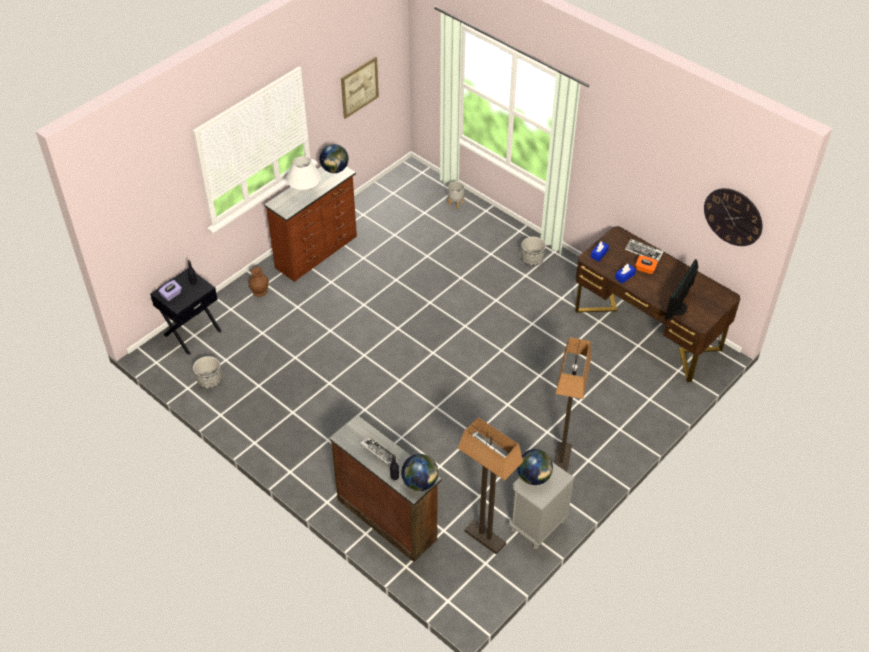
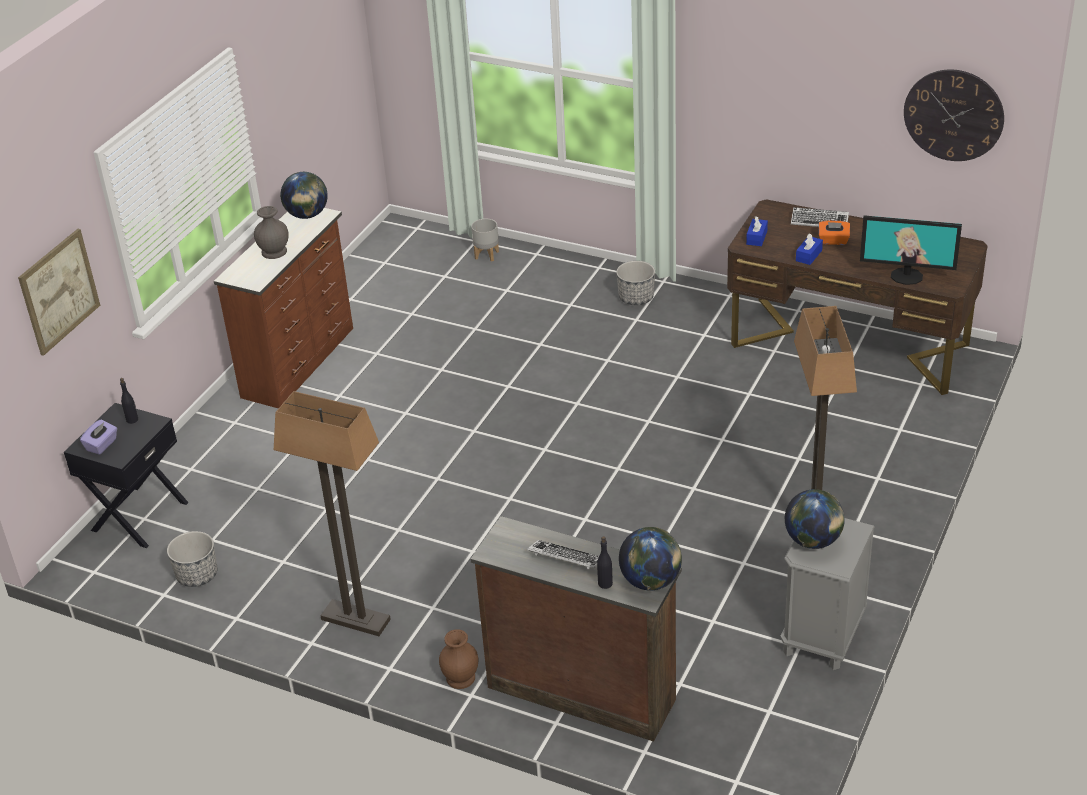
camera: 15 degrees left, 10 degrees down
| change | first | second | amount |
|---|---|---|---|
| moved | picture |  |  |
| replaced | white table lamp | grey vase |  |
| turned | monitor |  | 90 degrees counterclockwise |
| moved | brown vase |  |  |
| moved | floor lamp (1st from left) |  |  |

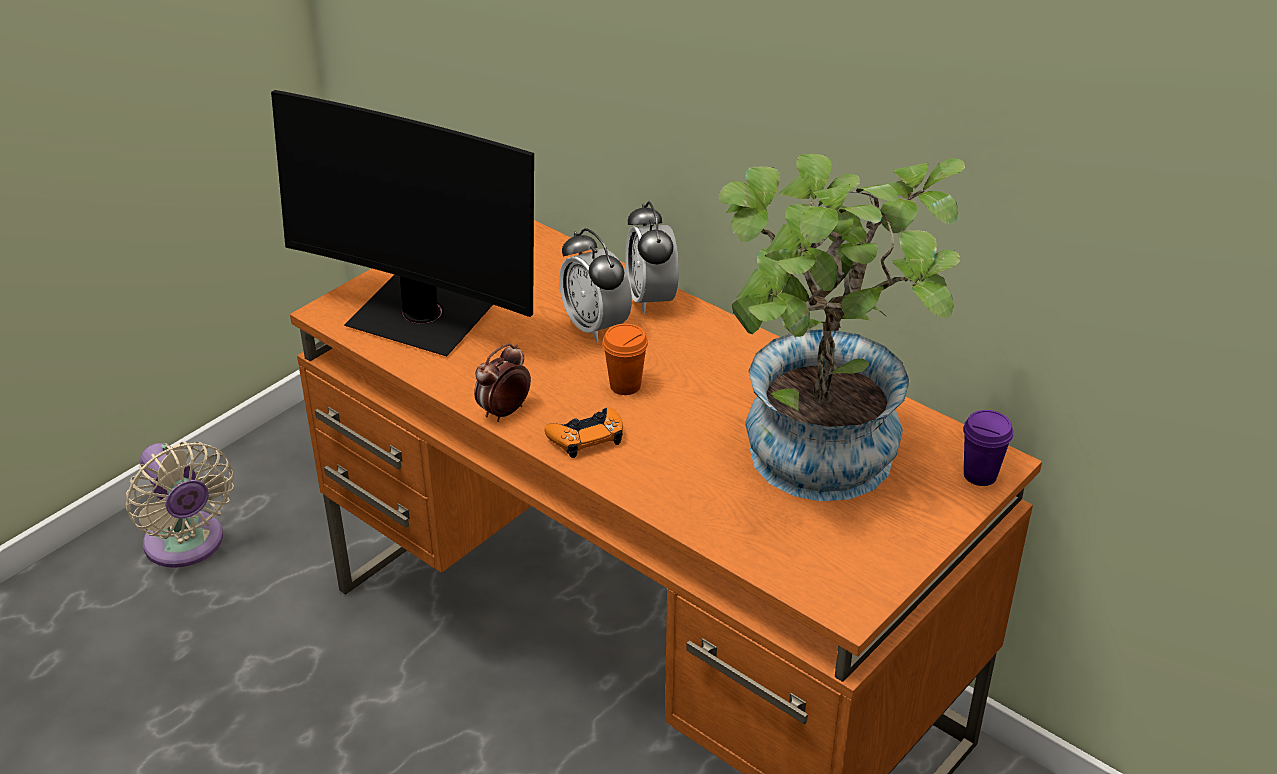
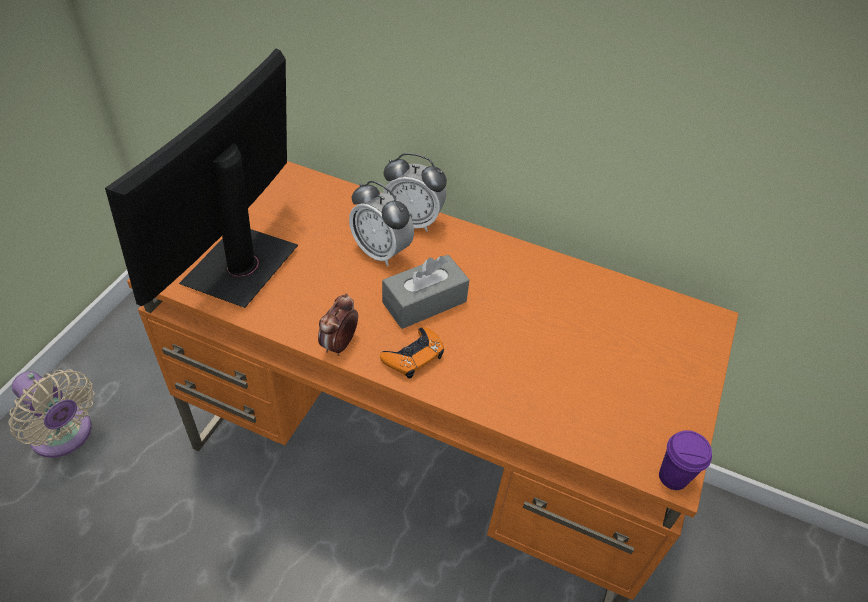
camera: 20 degrees left, 10 degrees up
| change | first | second | amount |
|---|---|---|---|
| turned | monitor |  | 105 degrees clockwise |
| removed | potted plant |  |  |
| turned | alarm clock (3rd from left) |  | 45 degrees counterclockwise |
| replaced | orange cup | grey tissue box |  |
| moved | purple cup |  |  |

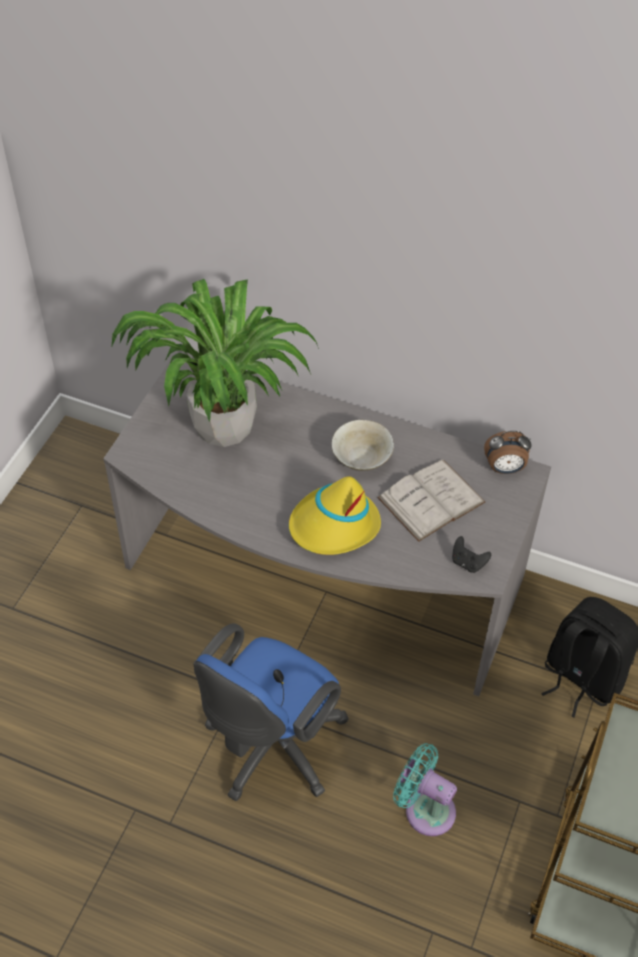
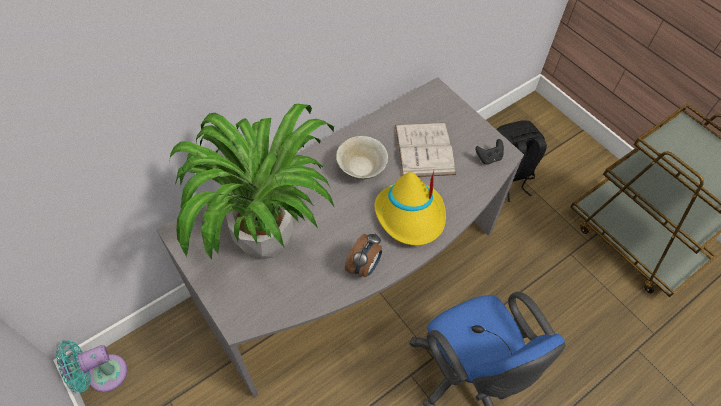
camera: 60 degrees left, 5 degrees up
| change | first | second | amount |
|---|---|---|---|
| moved | alarm clock |  |  |
| moved | turquoise fan |  |  |

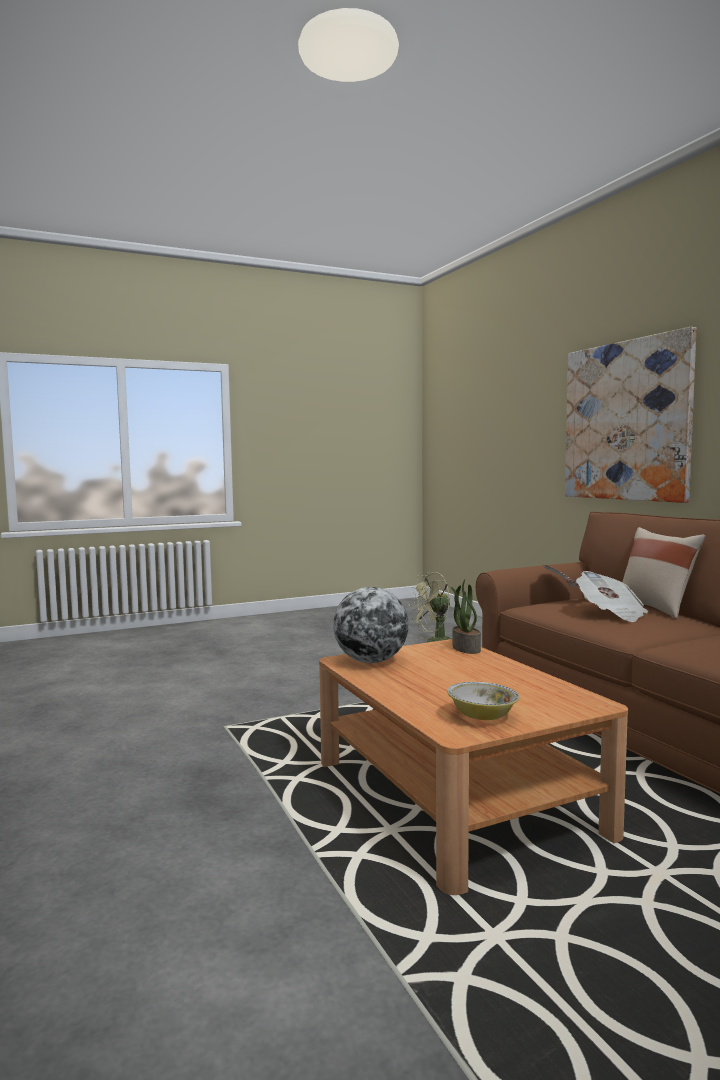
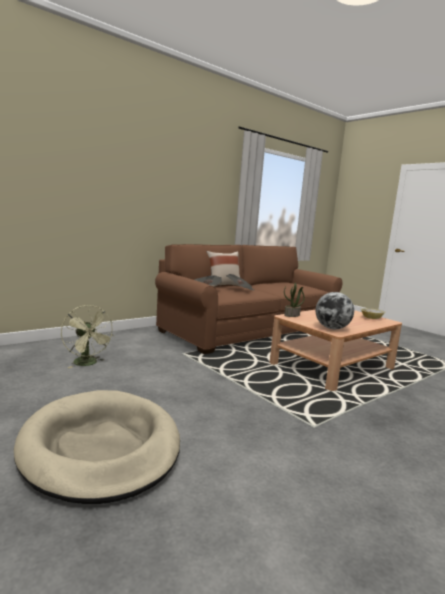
camera: 105 degrees left, 5 degrees up
| change | first | second | amount |
|---|---|---|---|
| removed | picture |  |  |
| added |  | beige dog bed |  |

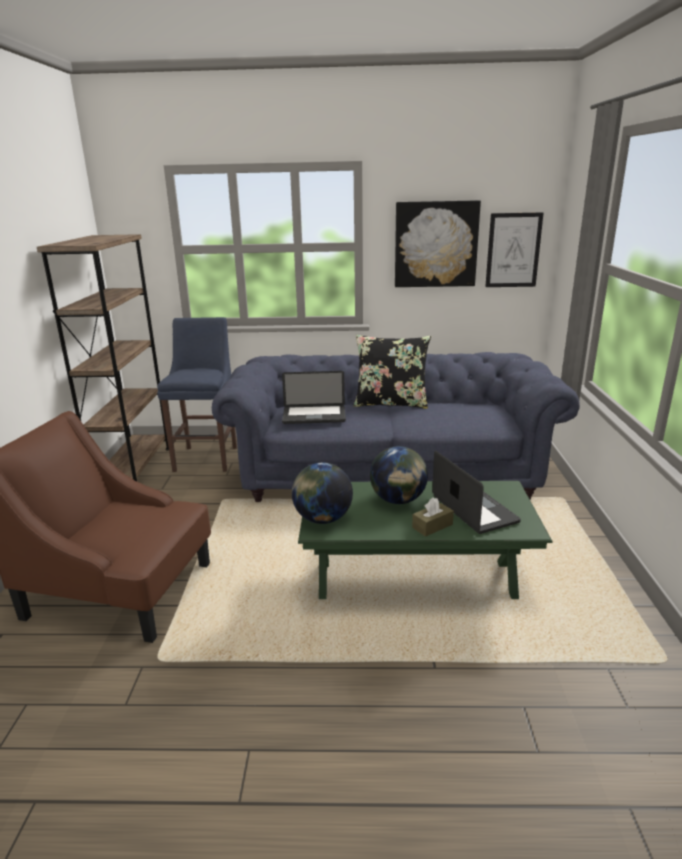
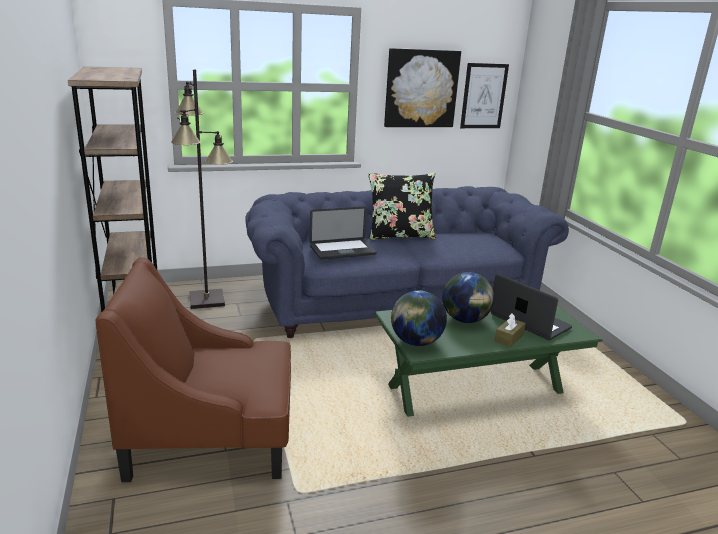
camera: 20 degrees left, 0 degrees up
| change | first | second | amount |
|---|---|---|---|
| replaced | blue stool | black floor lamp |  |

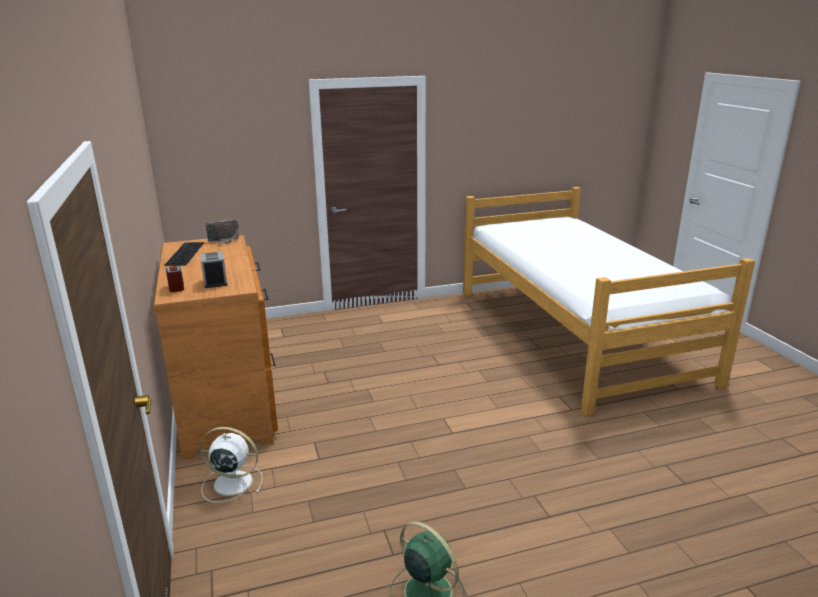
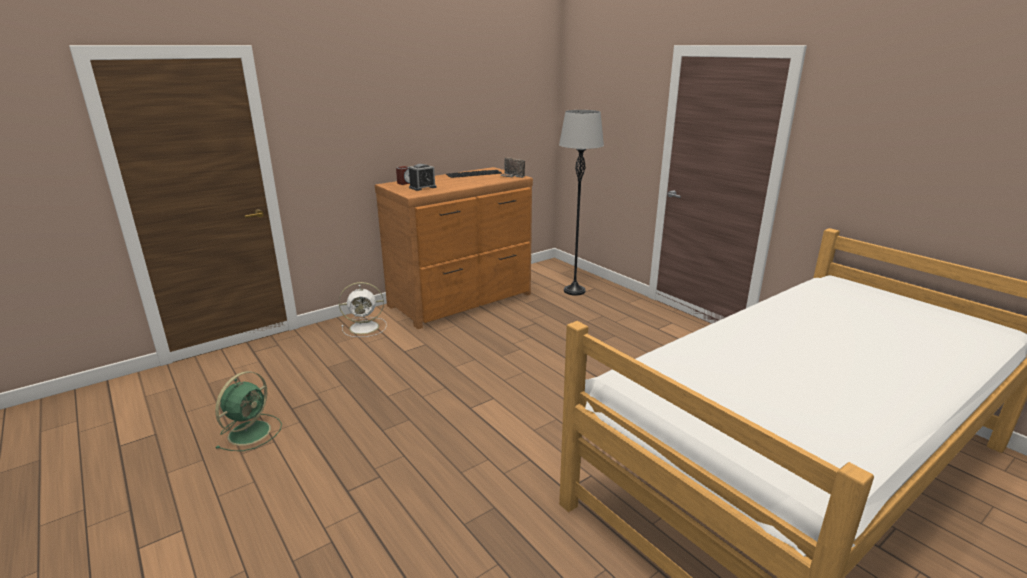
camera: 70 degrees right, 0 degrees up
| change | first | second | amount |
|---|---|---|---|
| turned | white fan |  | 90 degrees clockwise |
| added |  | grey floor lamp |  |

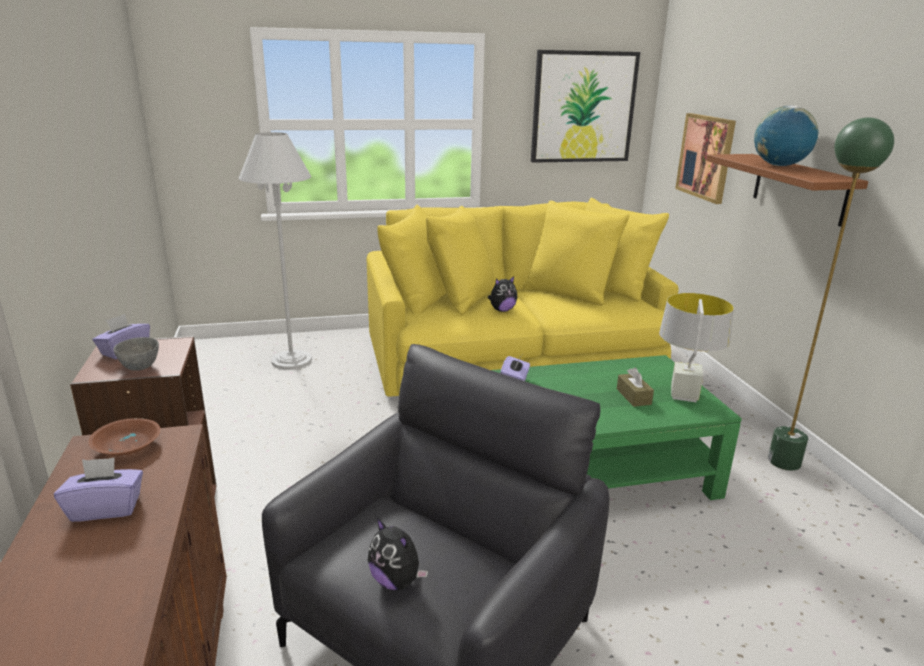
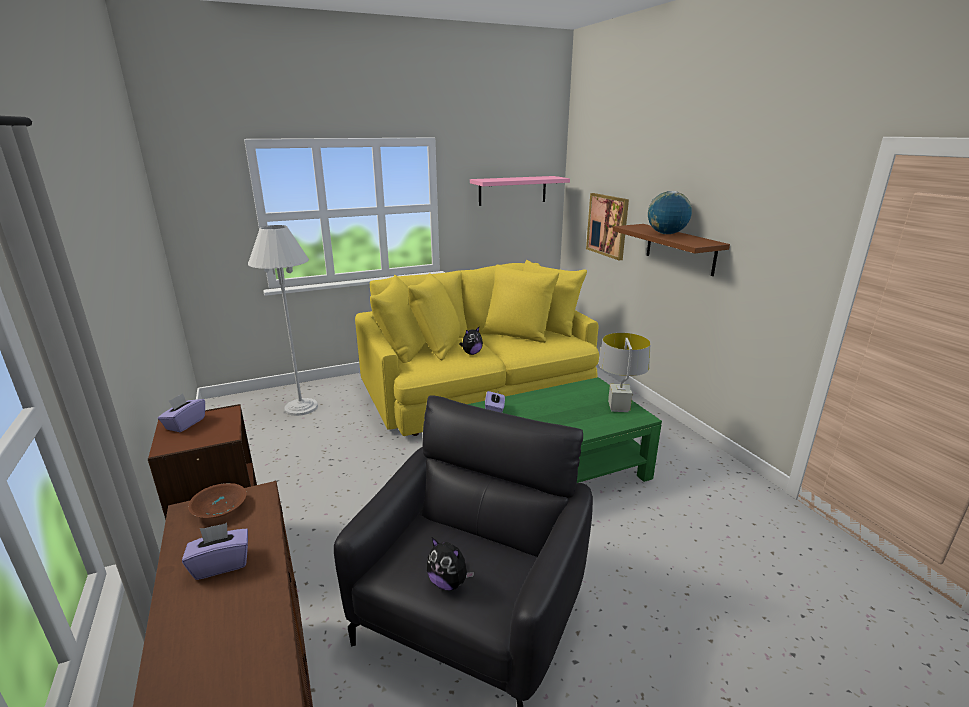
camera: 10 degrees left, 0 degrees up
| change | first | second | amount |
|---|---|---|---|
| replaced | picture (1st from left) | pink shelf |  |
| removed | green floor lamp |  |  |
| removed | grey bowl |  |  |
| removed | brown tissue box |  |  |

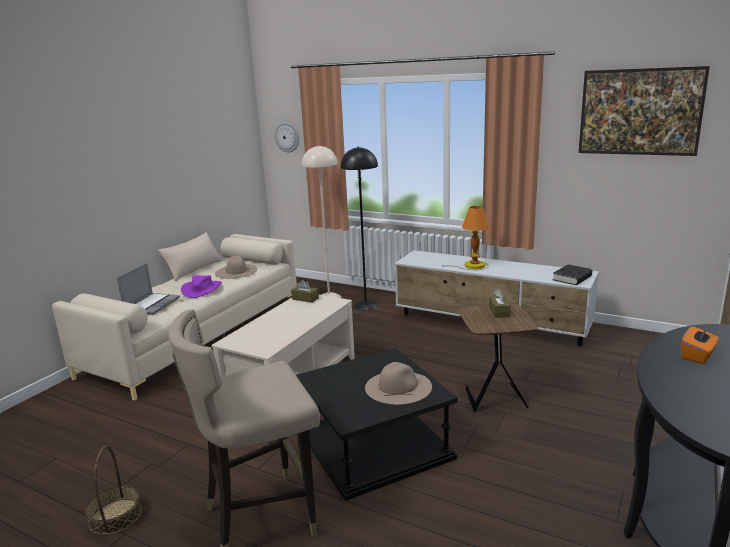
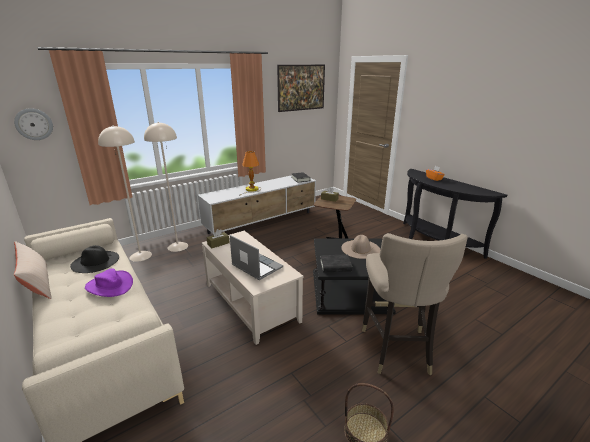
camera: 65 degrees left, 5 degrees up
| change | first | second | amount |
|---|---|---|---|
| recoloured | black floor lamp | beige floor lamp (2nd from left) |  |
| recoloured | beige hat (1st from left) | black hat |  |
| moved | laptop |  |  |
| added |  | black book (2nd from left) |  |

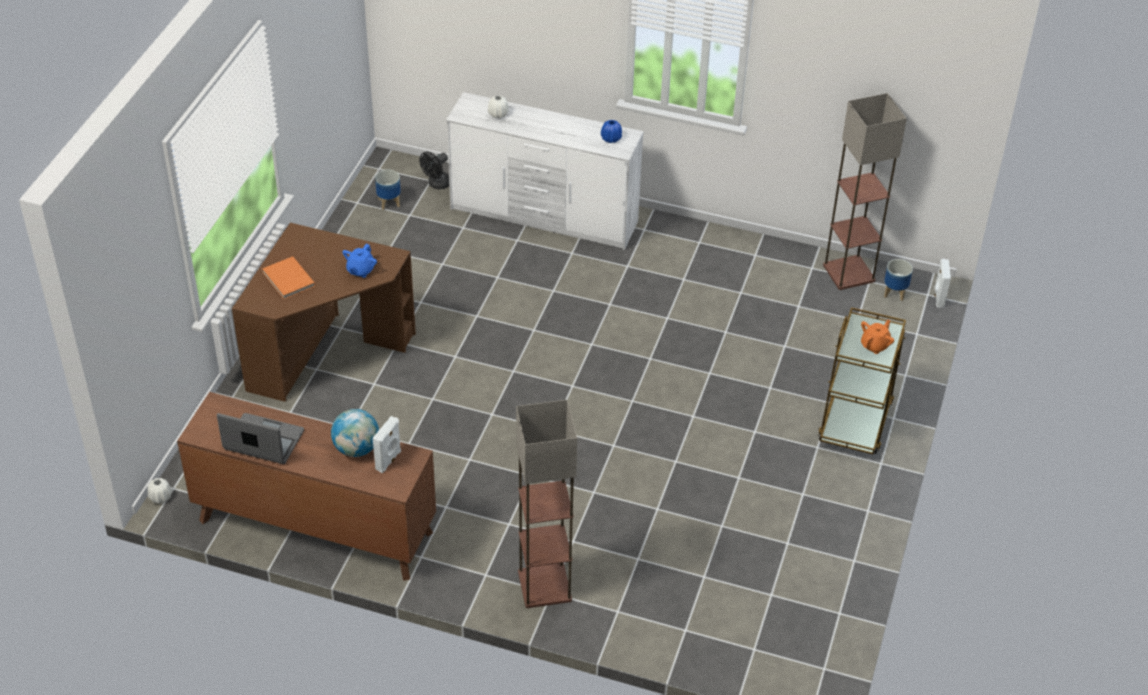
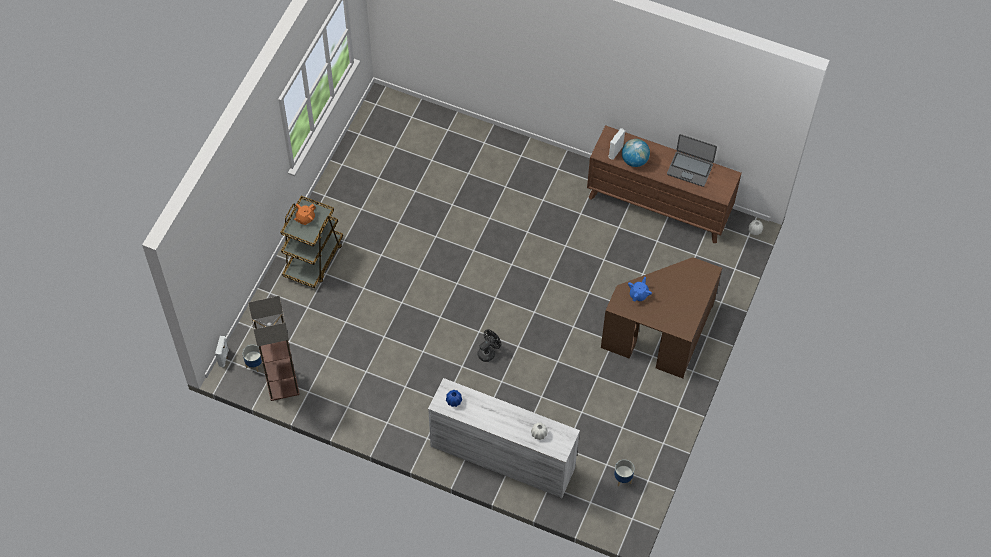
camera: 175 degrees left, 15 degrees up
| change | first | second | amount |
|---|---|---|---|
| moved | black fan |  |  |
| removed | orange book |  |  |
| removed | floor lamp (1st from left) |  |  |

